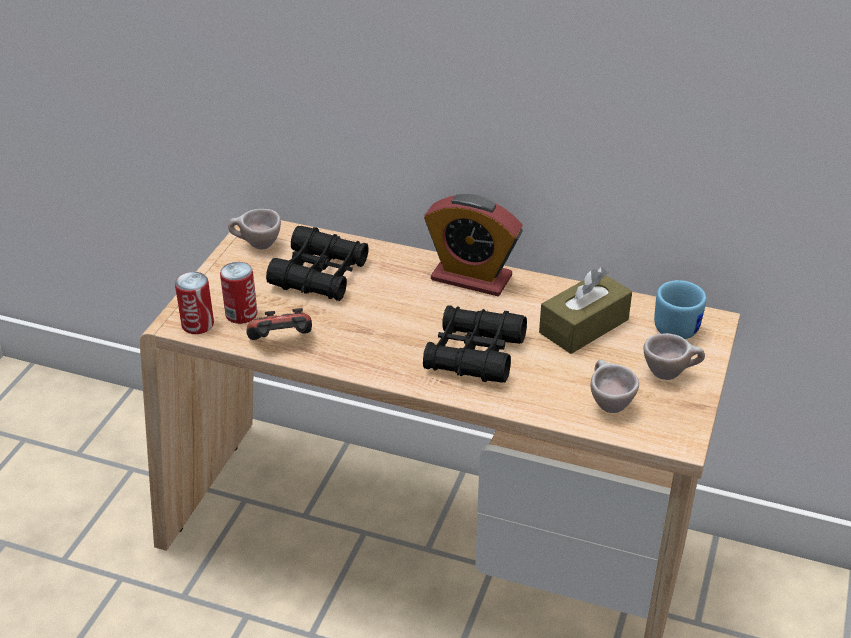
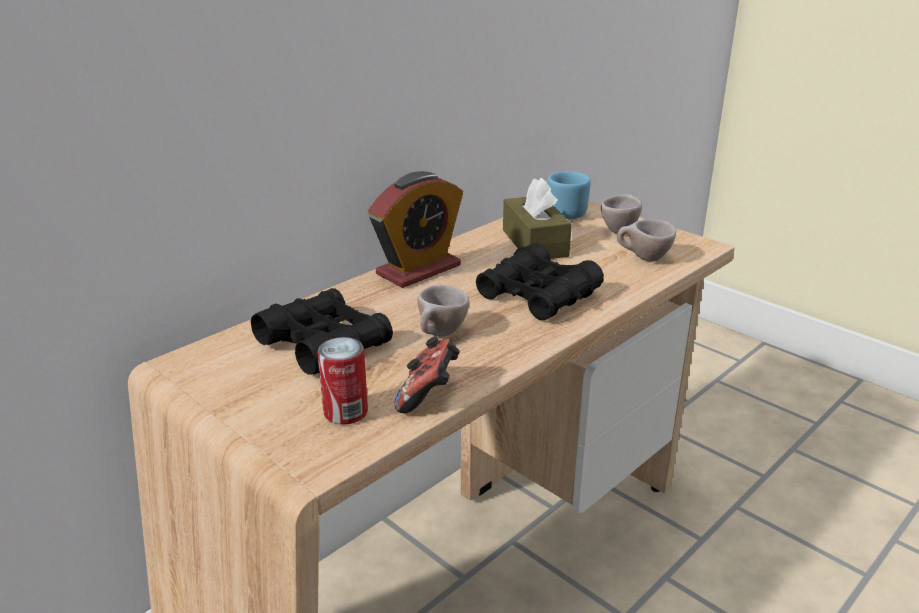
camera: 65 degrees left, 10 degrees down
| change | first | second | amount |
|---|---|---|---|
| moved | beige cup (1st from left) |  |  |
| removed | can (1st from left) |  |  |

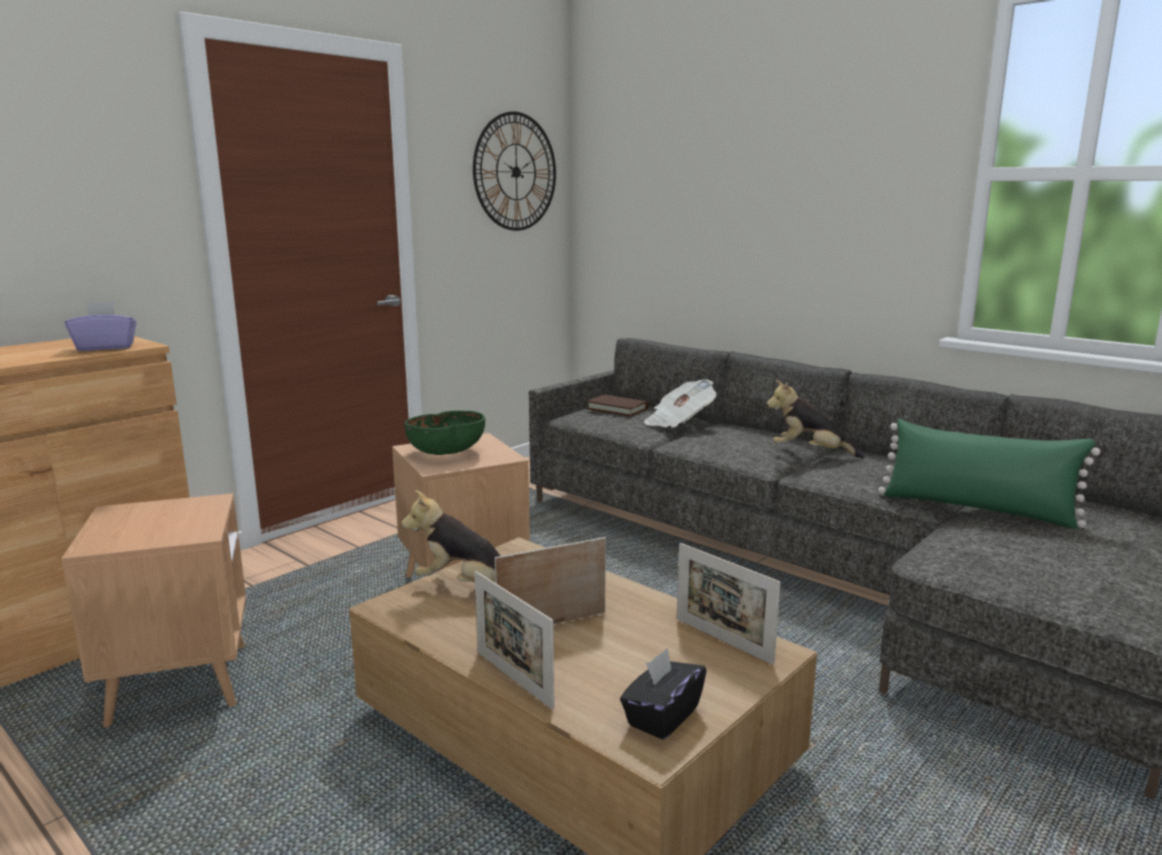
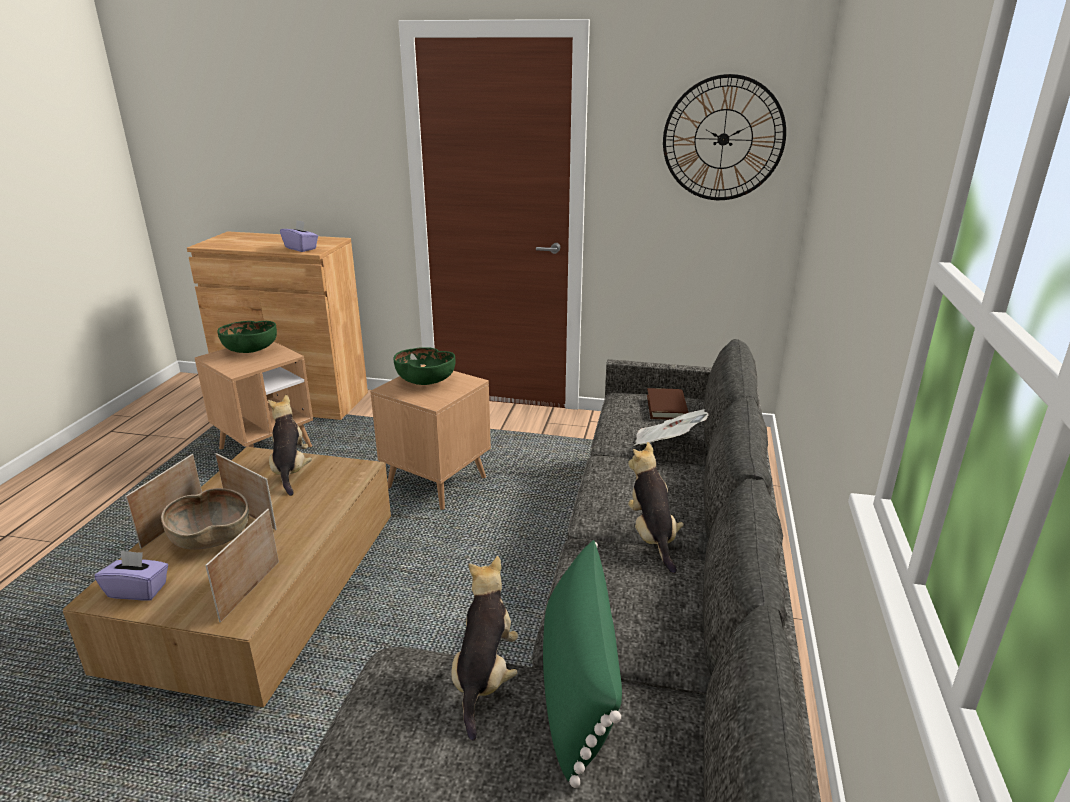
camera: 60 degrees right, 10 degrees up
| change | first | second | amount |
|---|---|---|---|
| recoloured | black tissue box | purple tissue box (1st from left) |  |
| added |  | green bowl (1st from left) |  |
| added |  | brown bowl |  |
| added |  | plush toy (2nd from left) |  |

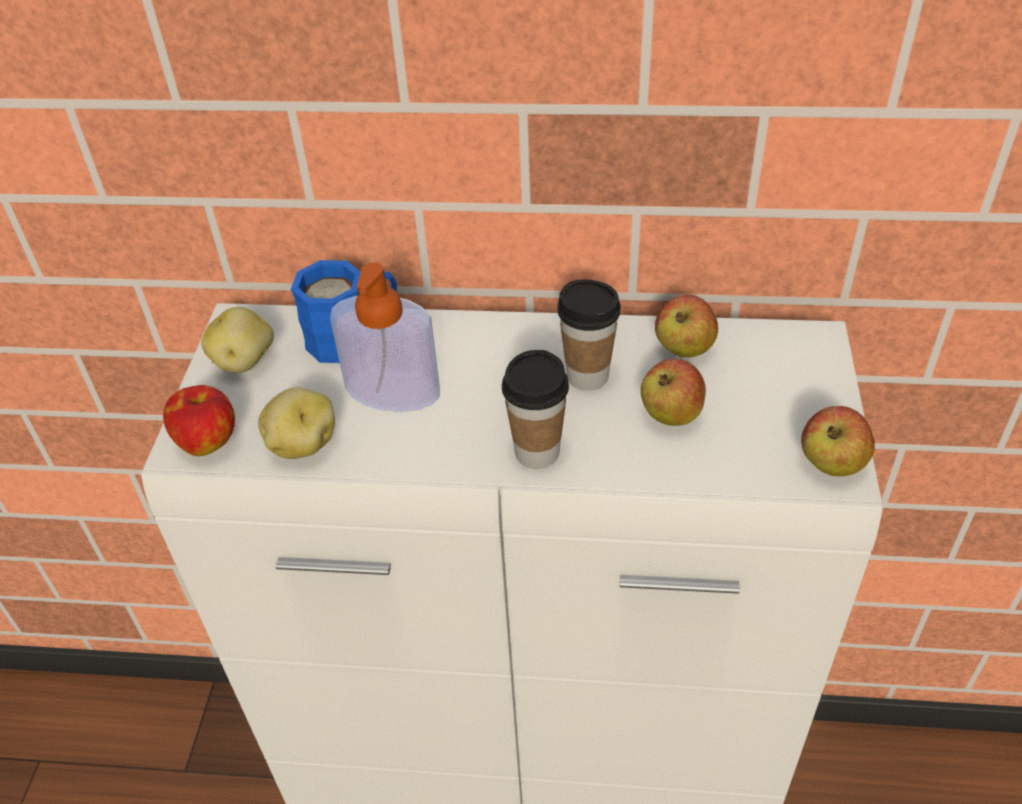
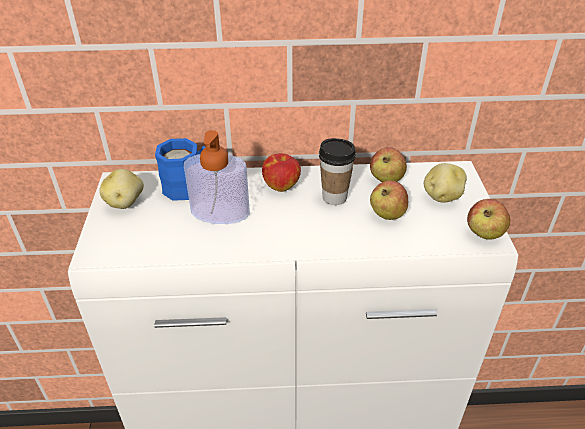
camera: 10 degrees left, 5 degrees down
| change | first | second | amount |
|---|---|---|---|
| removed | cup (1st from left) |  |  |
| moved | apple (1st from left) |  |  |
| moved | potato (2nd from left) |  |  |

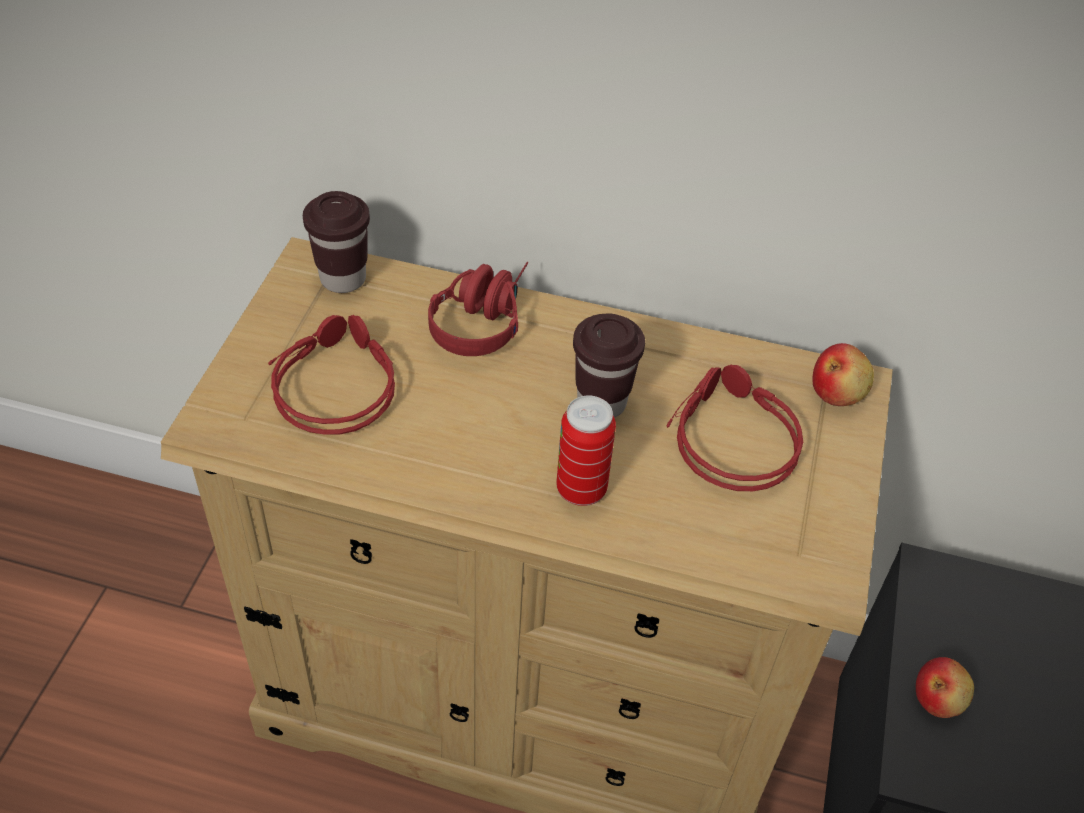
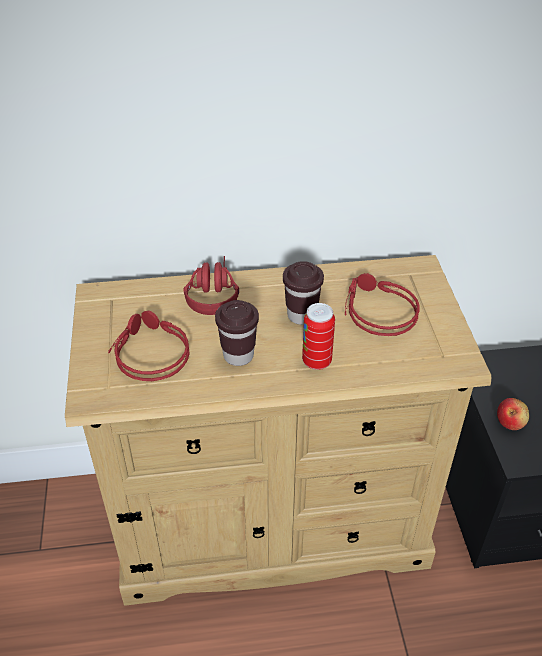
camera: 20 degrees left, 5 degrees down
| change | first | second | amount |
|---|---|---|---|
| moved | brown cup (1st from left) |  |  |
| removed | apple (1st from left) |  |  |

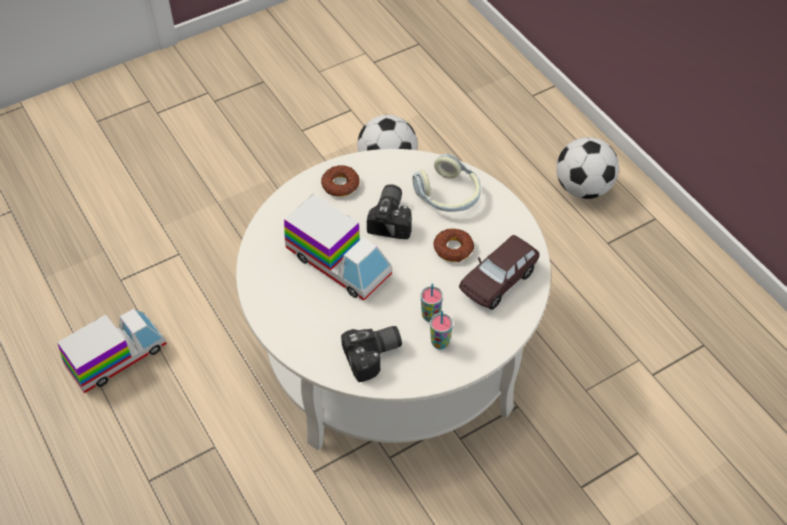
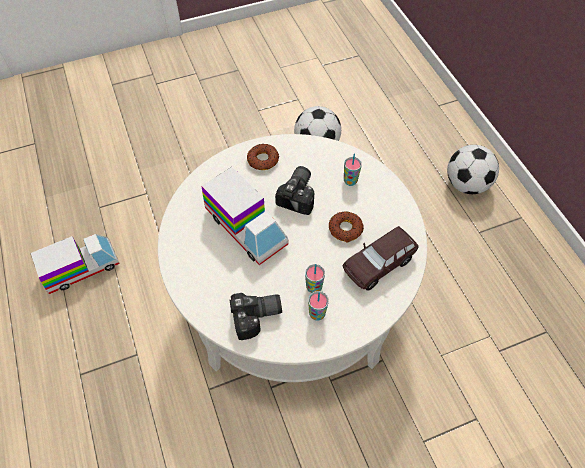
camera: 10 degrees right, 5 degrees up
| change | first | second | amount |
|---|---|---|---|
| replaced | headphones | cup (3rd from left) |  |

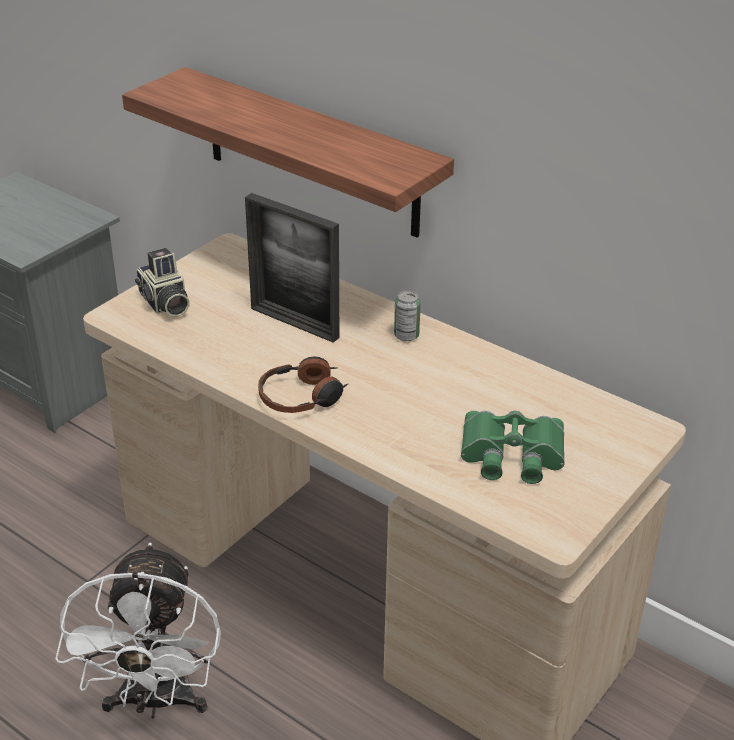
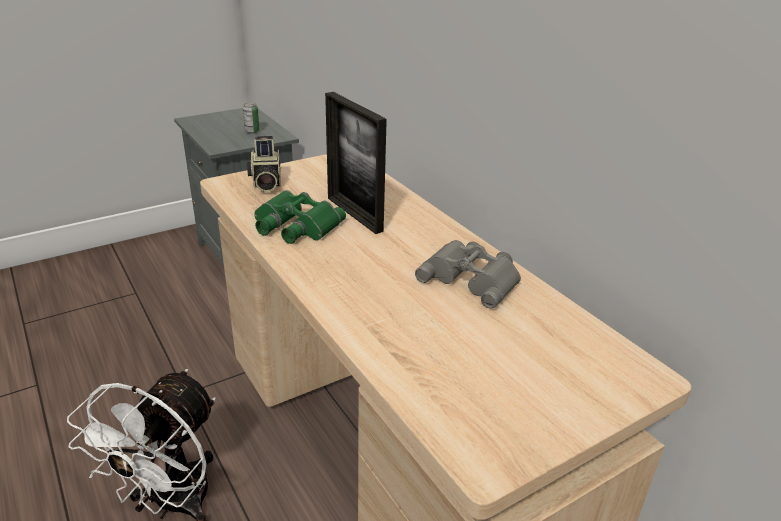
camera: 20 degrees right, 5 degrees down
| change | first | second | amount |
|---|---|---|---|
| removed | shelf |  |  |
| moved | can |  |  |
| removed | headphones |  |  |
| moved | green binoculars |  |  |
| added |  | grey binoculars |  |

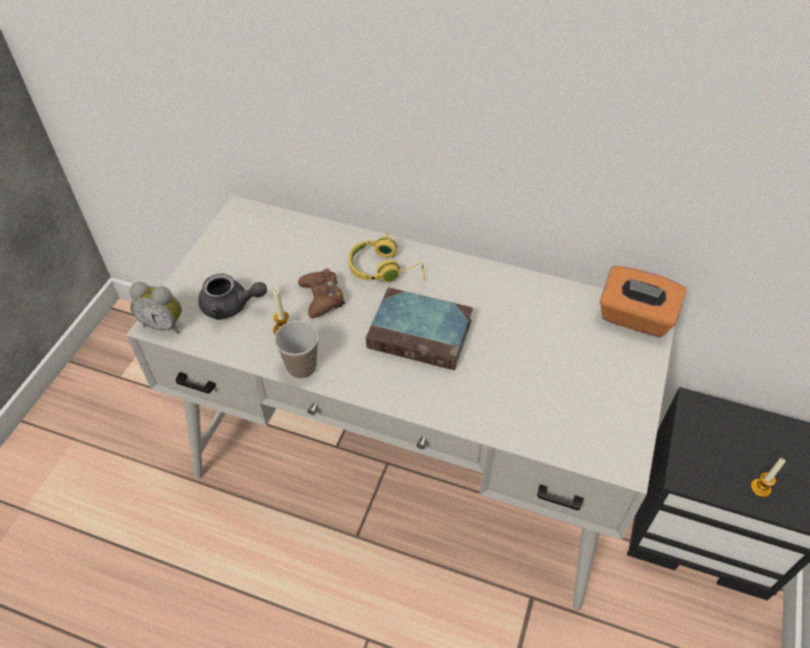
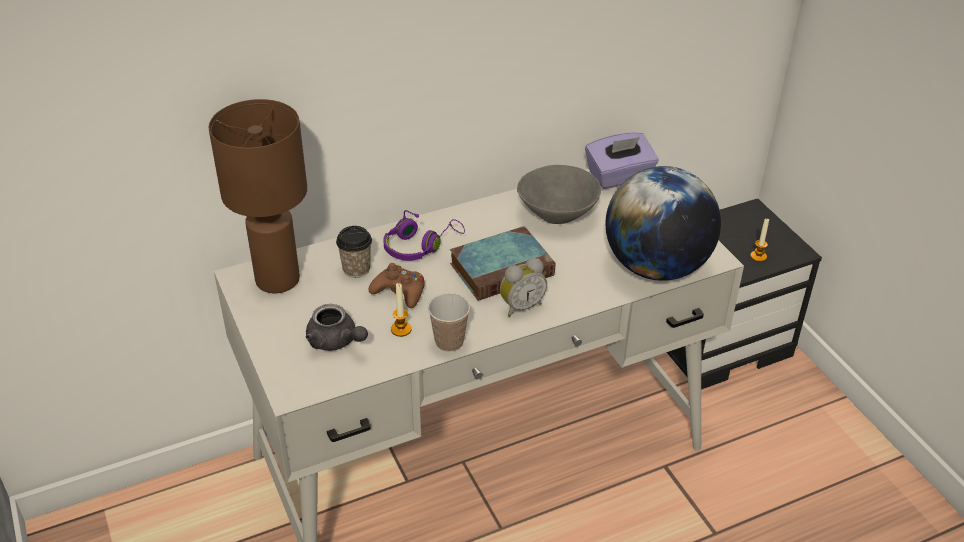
camera: 45 degrees left, 10 degrees down
| change | first | second | amount |
|---|---|---|---|
| recoloured | yellow headphones | purple headphones |  |
| recoloured | orange tissue box | purple tissue box |  |
| turned | grey teapot |  | 75 degrees clockwise |
| moved | alarm clock |  |  |
| added |  | brown table lamp |  |
| added |  | grey bowl |  |
| added |  | globe |  |
| added |  | cup (1st from left) |  |

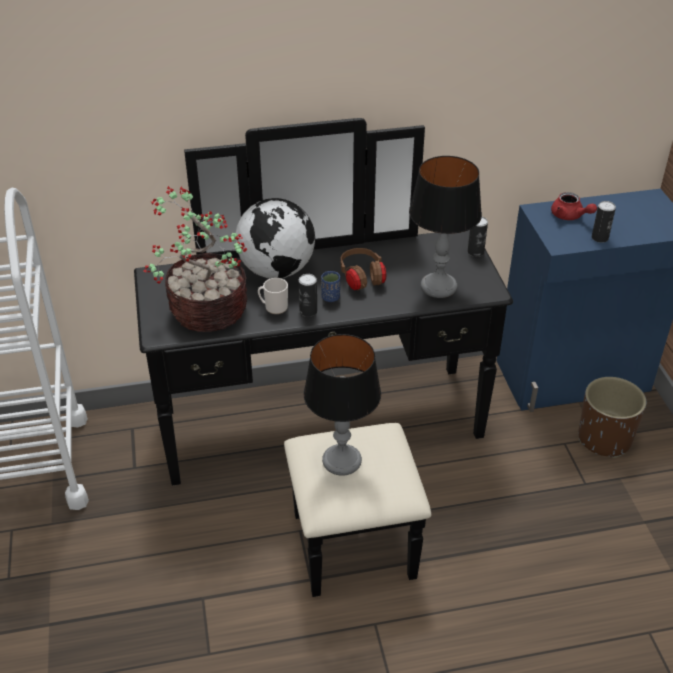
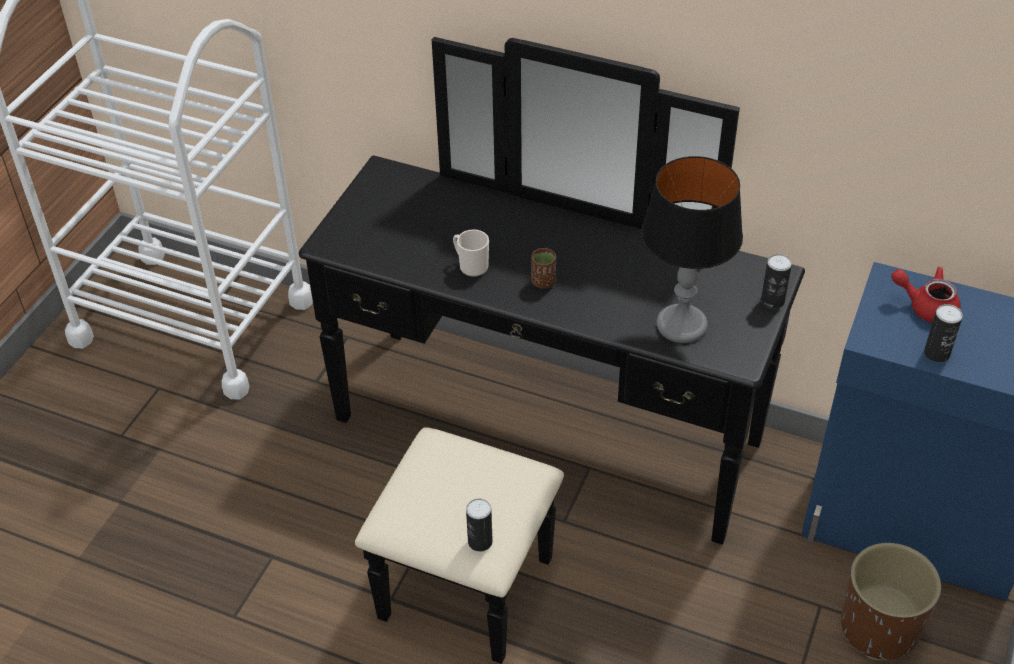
camera: 35 degrees right, 5 degrees up
| change | first | second | amount |
|---|---|---|---|
| removed | potted plant |  |  |
| turned | red teapot |  | 120 degrees clockwise |
| removed | globe |  |  |
| removed | brown headphones |  |  |
| recoloured | blue cup | brown cup |  |
| moved | can (1st from left) |  |  |
| removed | table lamp (1st from left) |  |  |

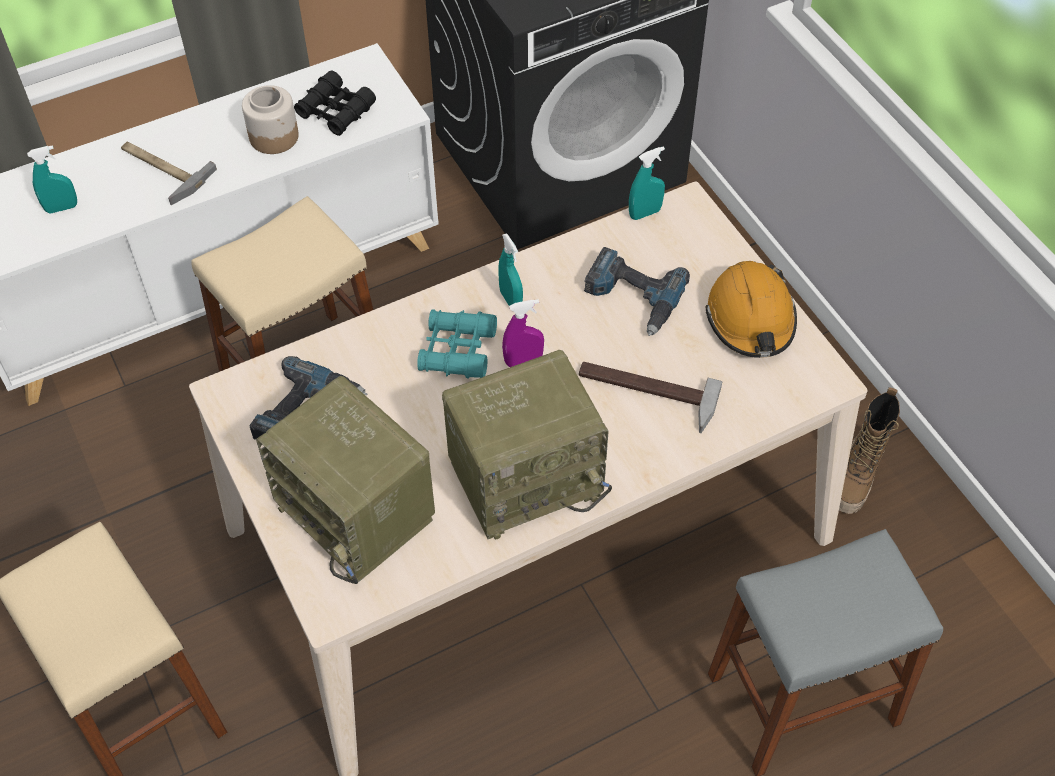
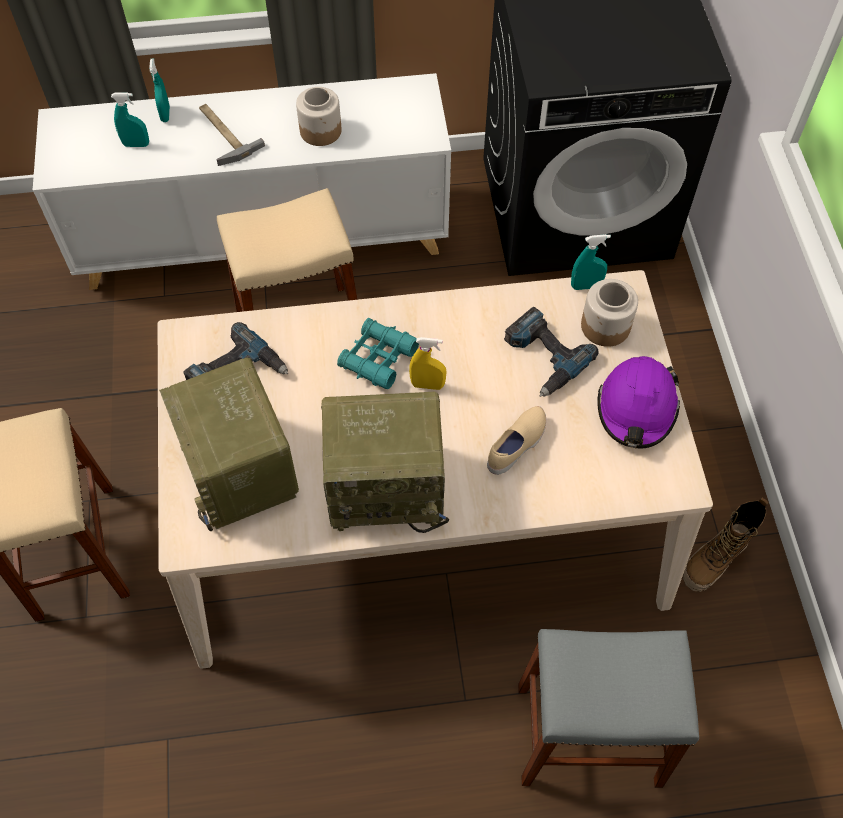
camera: 20 degrees right, 5 degrees up
| change | first | second | amount |
|---|---|---|---|
| removed | black binoculars |  |  |
| moved | turquoise spray bottle (2nd from left) |  |  |
| recoloured | orange hard hat | purple hard hat |  |
| recoloured | purple spray bottle | yellow spray bottle |  |
| replaced | hammer (2nd from left) | beige shoe |  |
| added |  | jar (2nd from left) |  |

